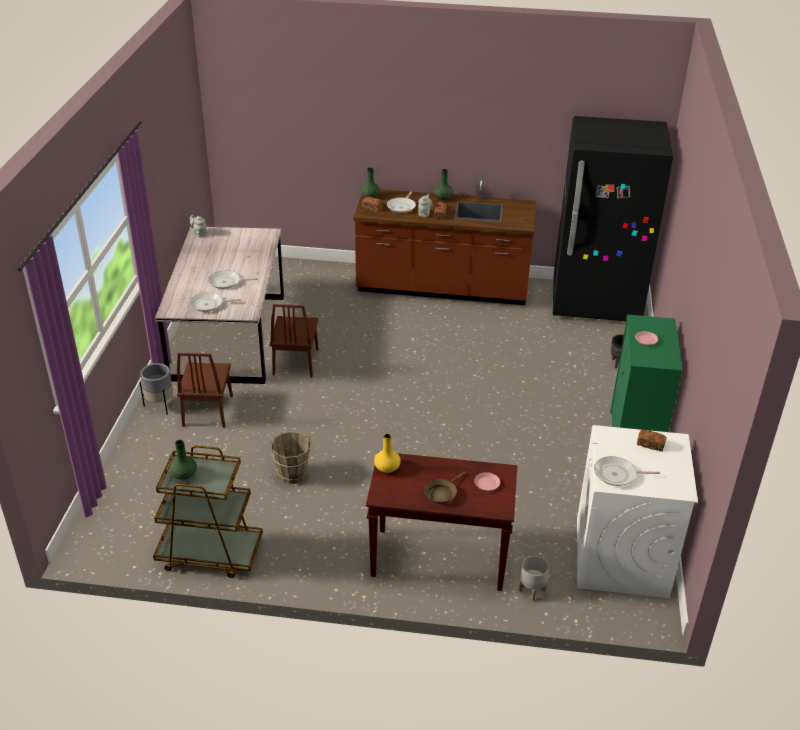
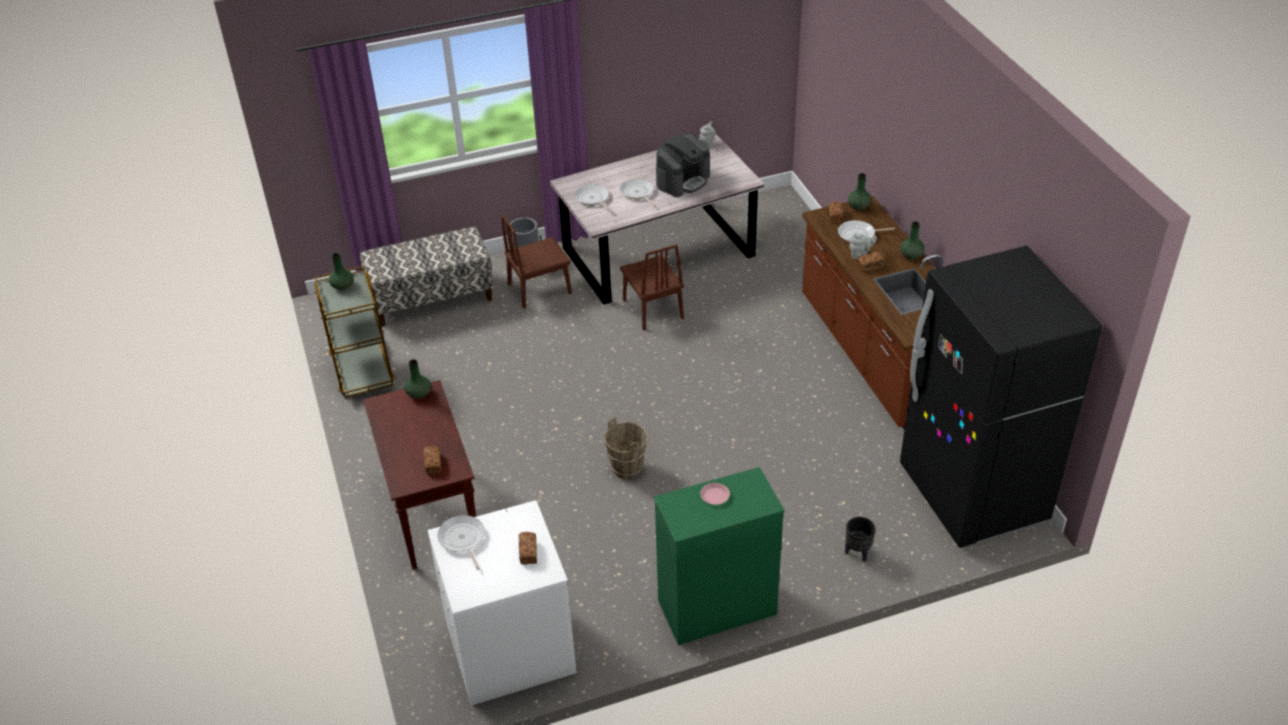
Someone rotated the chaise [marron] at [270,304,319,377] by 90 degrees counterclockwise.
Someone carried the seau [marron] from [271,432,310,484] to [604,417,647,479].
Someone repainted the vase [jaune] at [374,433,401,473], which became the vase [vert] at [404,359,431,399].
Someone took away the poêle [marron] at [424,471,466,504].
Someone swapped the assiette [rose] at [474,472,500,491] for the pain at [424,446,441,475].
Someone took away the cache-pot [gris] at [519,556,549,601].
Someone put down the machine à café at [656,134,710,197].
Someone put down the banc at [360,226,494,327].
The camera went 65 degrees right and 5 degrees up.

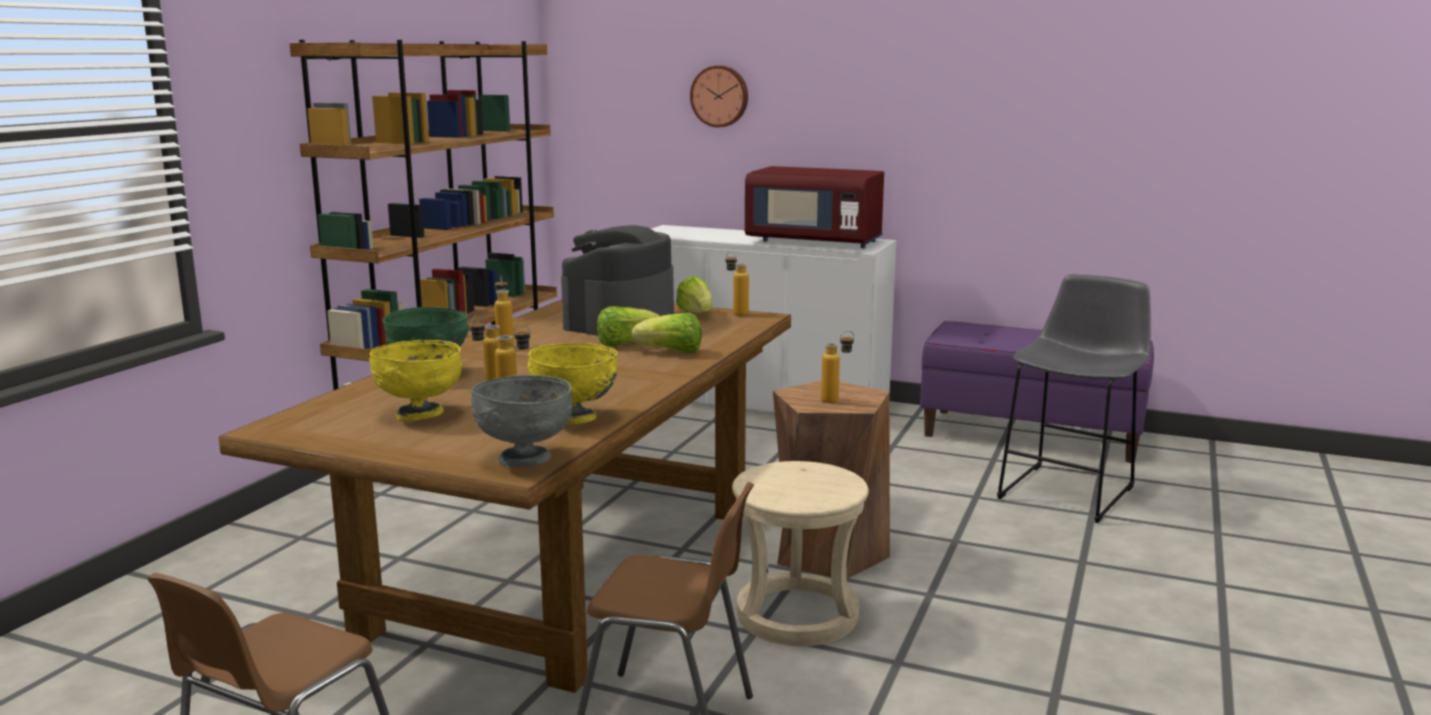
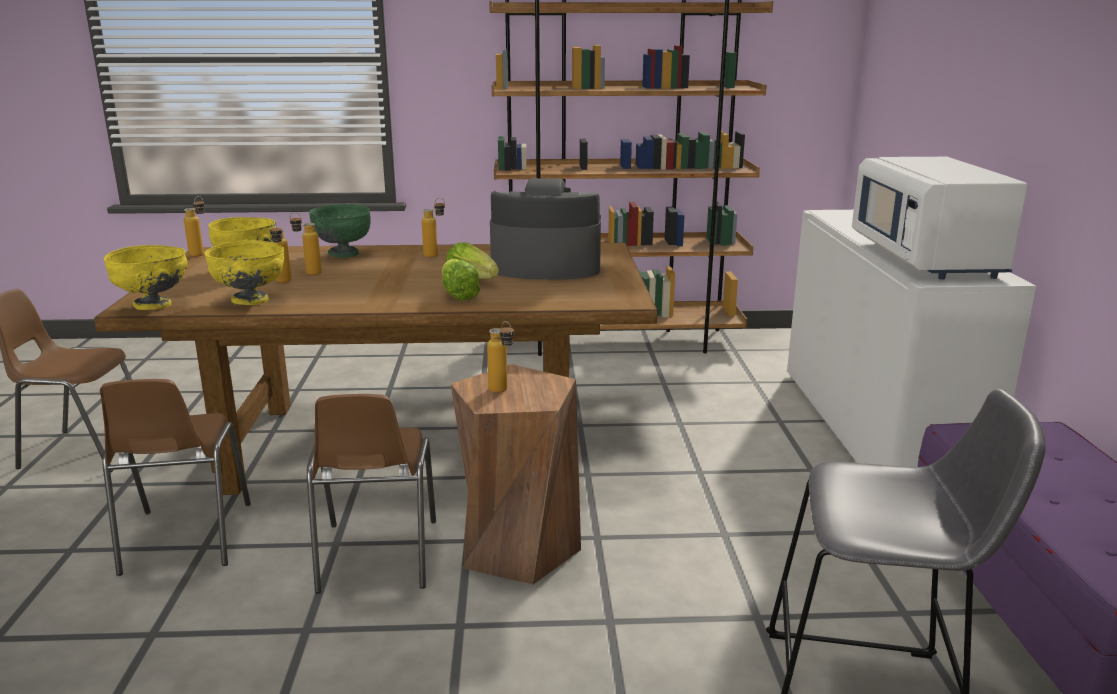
Someone took away the horloge murale at [690,65,748,127].
Someone repainted the micro-ondes [rouge] at [745,166,884,248], which became the micro-ondes [blanc] at [852,157,1028,280].
Someone carried the bouteille from [726,251,749,316] to [184,196,205,257].
Someone took away the laitue at [676,276,712,313].
Someone repainted the bol [gris] at [471,375,573,467], which became the bol [jaune] at [104,245,188,310].
Someone swapped the tabouret [beige] at [732,461,869,646] for the chaise [marron] at [307,394,436,594].
The camera went 65 degrees right and 5 degrees up.

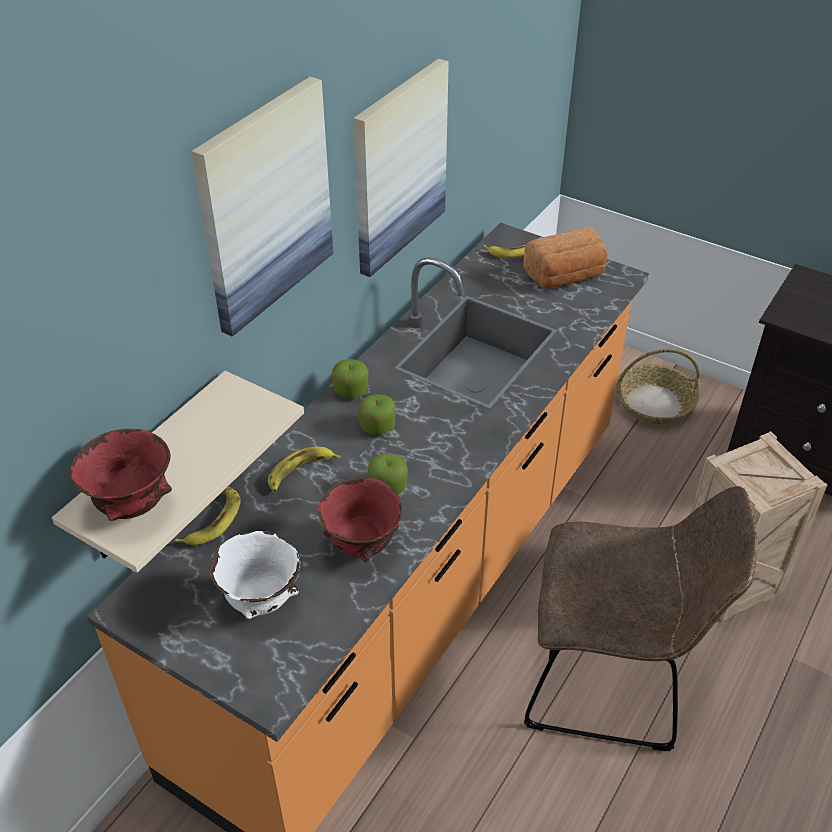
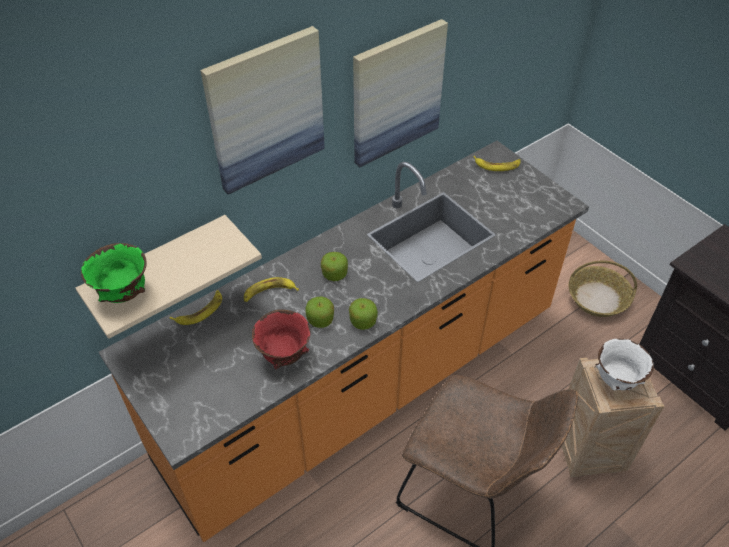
Someone took away the pain at [523,227,608,288].
Someone carried the pomme from [332,359,368,398] to [349,298,378,330].
Someone repainted the bol [rouge] at [70,429,172,521], which became the bol [vert] at [81,243,147,303].
Someone carried the bol [blanc] from [209,531,300,619] to [596,339,654,391].
The camera went 20 degrees right and 5 degrees up.

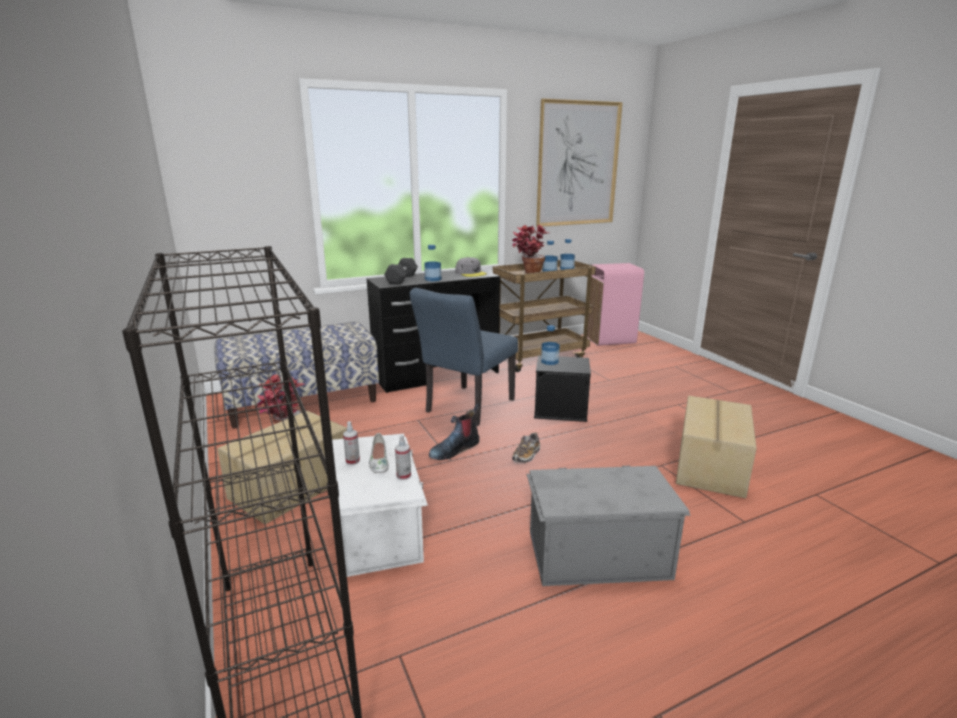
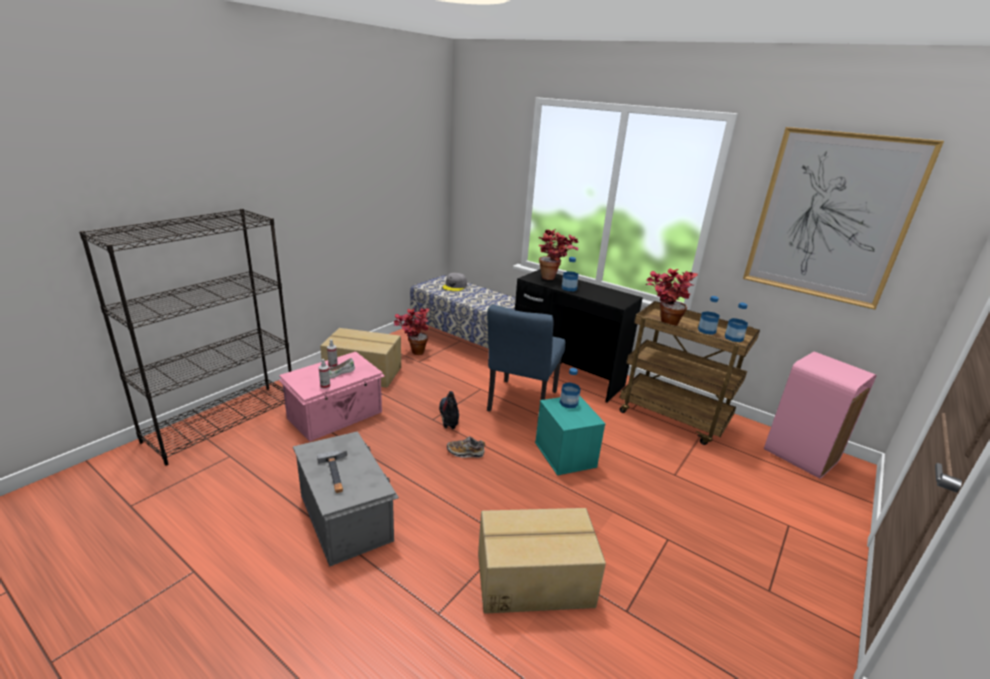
Someone carried the casquette [gris] from [455,257,487,277] to [442,273,467,291].
Someone swapped the haltère [noir] at [384,258,418,285] for the plante en pot at [539,229,579,280].
Someone rotated the chaise [bleu] at [410,288,518,426] by 75 degrees counterclockwise.
Someone repainted the boîte de rangement [noir] at [534,355,591,422], which became the boîte de rangement [turquoise] at [535,396,606,476].
Someone rotated the botte at [429,403,480,460] by 60 degrees clockwise.
Someone repainted the boîte de rangement [blanc] at [332,434,428,577], which became the boîte de rangement [rose] at [279,352,385,442].
Someone put down the marteau at [317,450,347,493].
The camera went 60 degrees right and 5 degrees up.

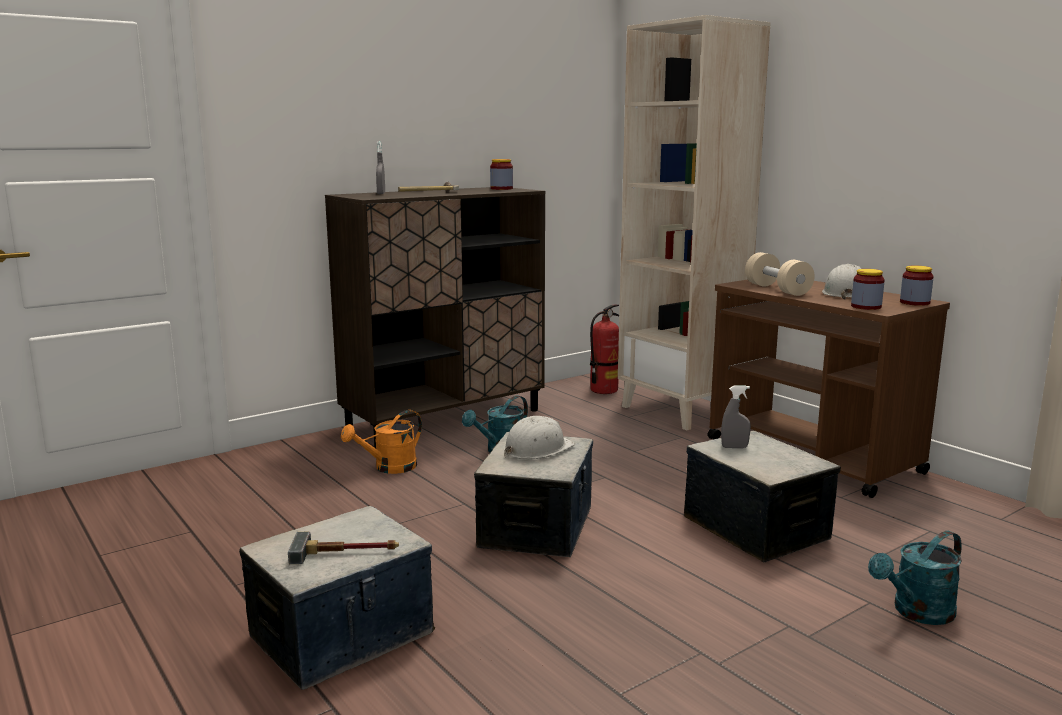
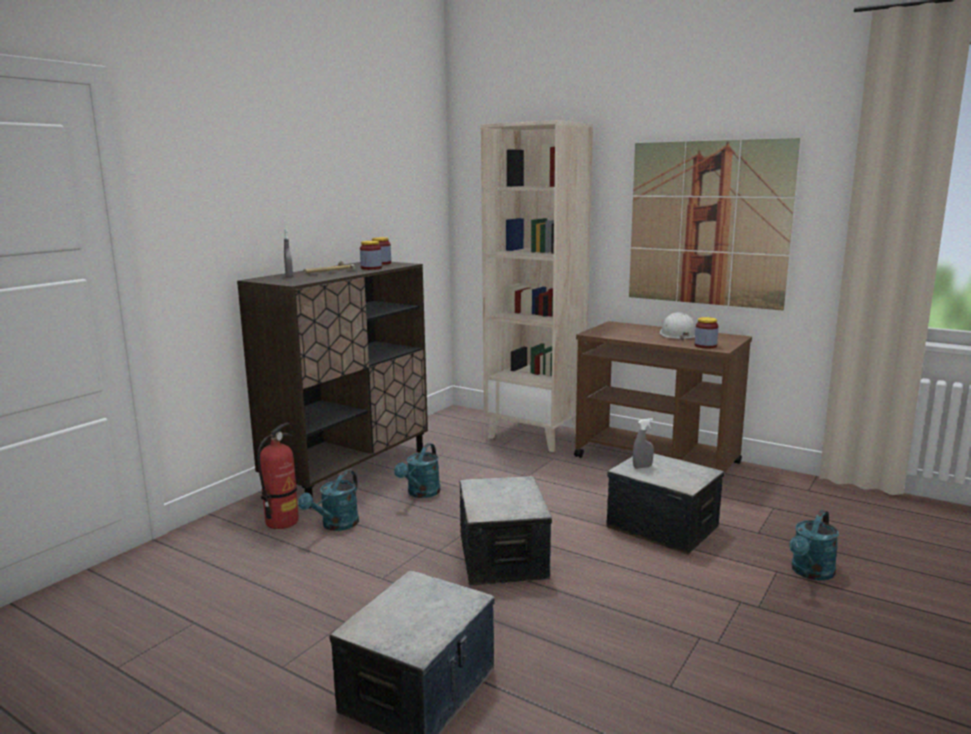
Someone took away the haltère [beige] at [745,252,815,296].
Someone carried the bocal from [900,266,934,306] to [360,241,382,270].
Someone carried the extincteur from [590,304,619,394] to [257,422,299,529].
Someone repainted the arrosoir [orange] at [341,410,422,474], which became the arrosoir [turquoise] at [298,470,359,531].
Someone took away the casque de chantier [blanc] at [504,416,575,459].
Someone took away the marteau at [288,531,399,564].
Someone put up the tableau at [629,138,800,310].
The camera went 20 degrees left and 0 degrees up.

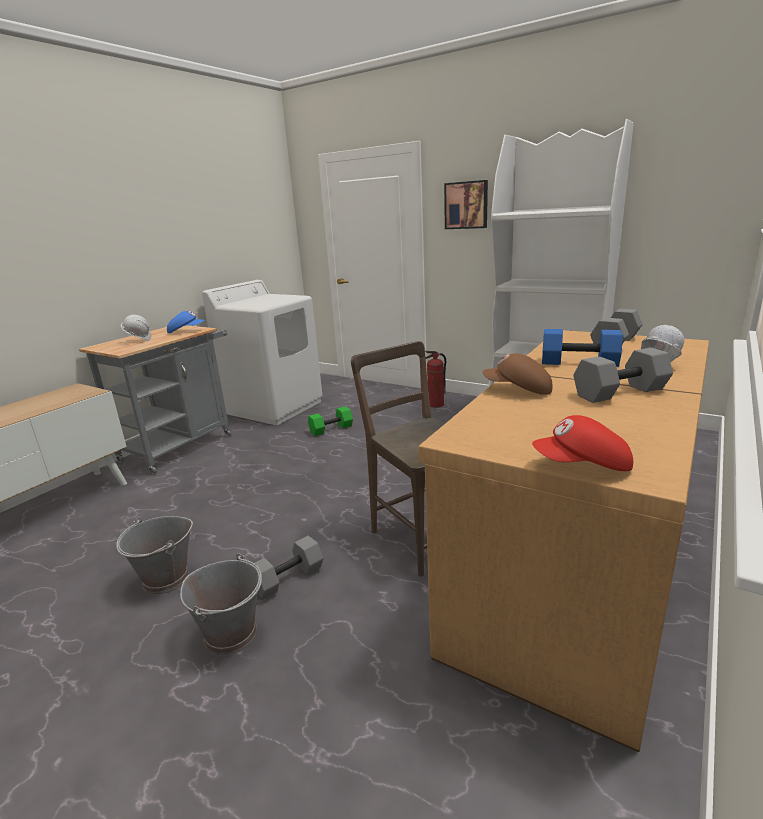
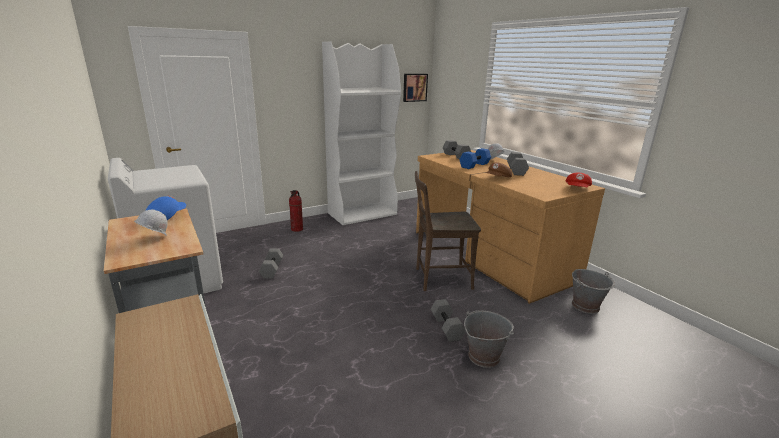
Someone carried the tableau from [444,180,488,229] to [403,74,428,102].
Someone repainted the haltère [vert] at [308,406,353,436], which became the haltère [gris] at [259,248,283,279].
Someone carried the seau [gris] from [116,516,193,595] to [572,269,615,314].
The camera went 65 degrees left and 0 degrees up.

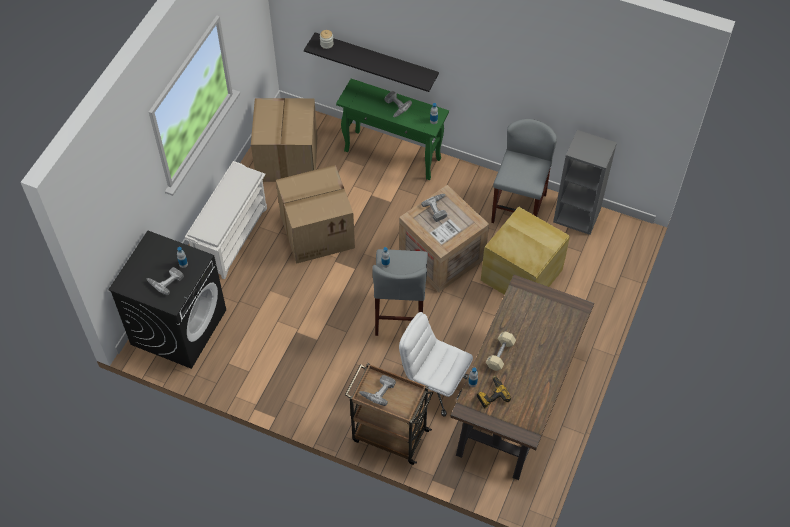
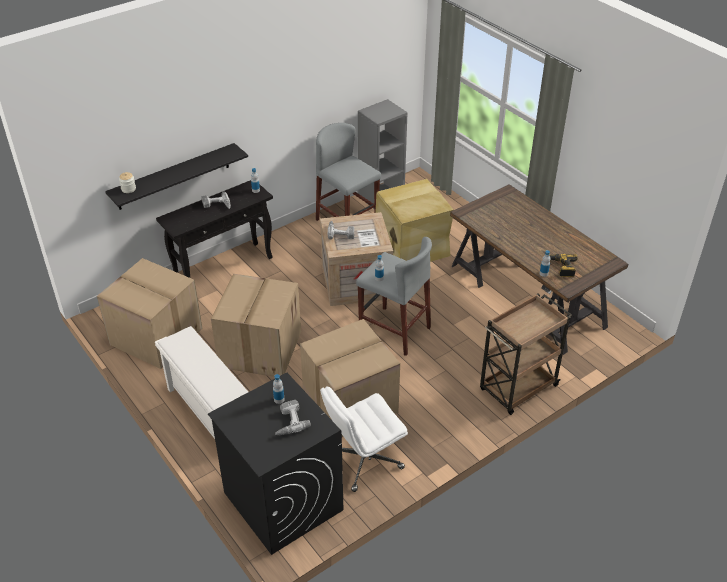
Someone repainted the table console [vert] at [336,79,449,180], which became the table console [noir] at [156,180,273,278].
Someone carried the chaise de bureau [blanc] from [399,312,473,416] to [320,386,408,492].
Someone took away the haltère [beige] at [486,332,516,371].
Someone took away the perceuse at [359,375,396,406].
Someone put down the carton at [300,319,400,437].
The camera went 60 degrees left and 15 degrees down.

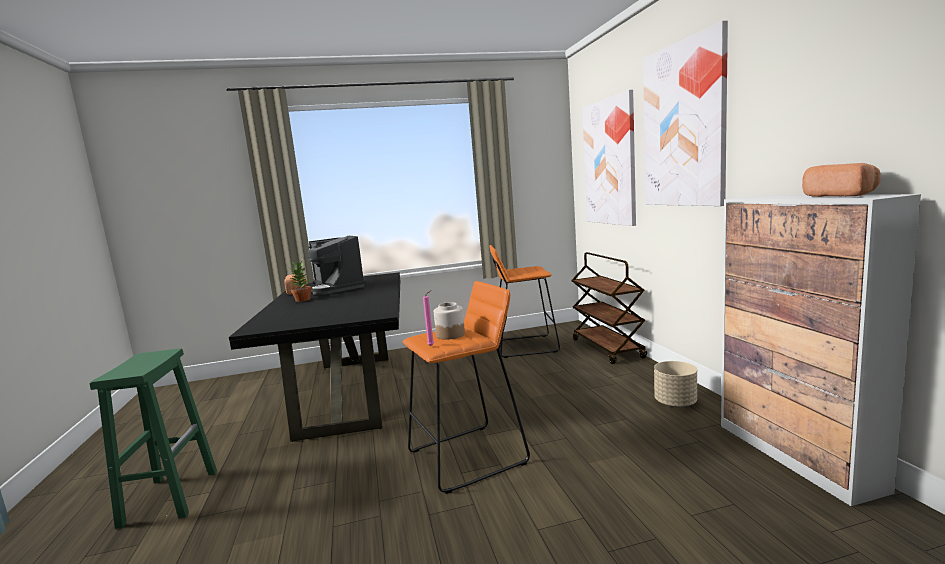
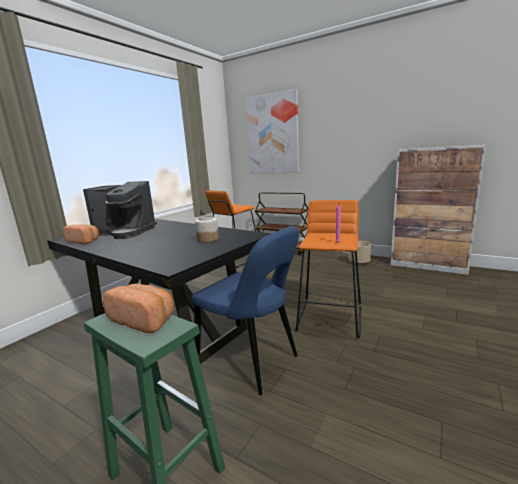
Someone took away the tableau at [643,21,728,206].
Someone carried the pain from [802,163,881,197] to [102,283,174,333].
Someone took away the plante en pot at [290,260,312,302].
Someone carried the bocal from [434,302,465,340] to [195,215,219,242].
Someone put down the chaise [bleu] at [191,226,299,395].
The camera went 45 degrees left and 5 degrees up.

